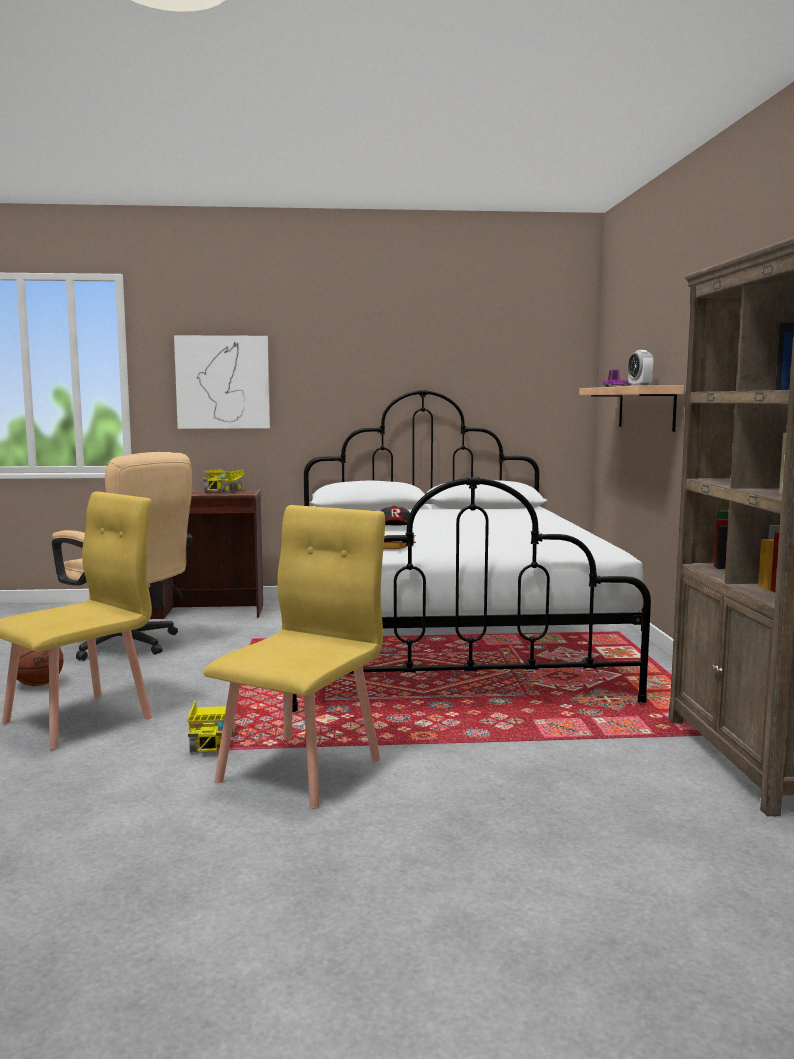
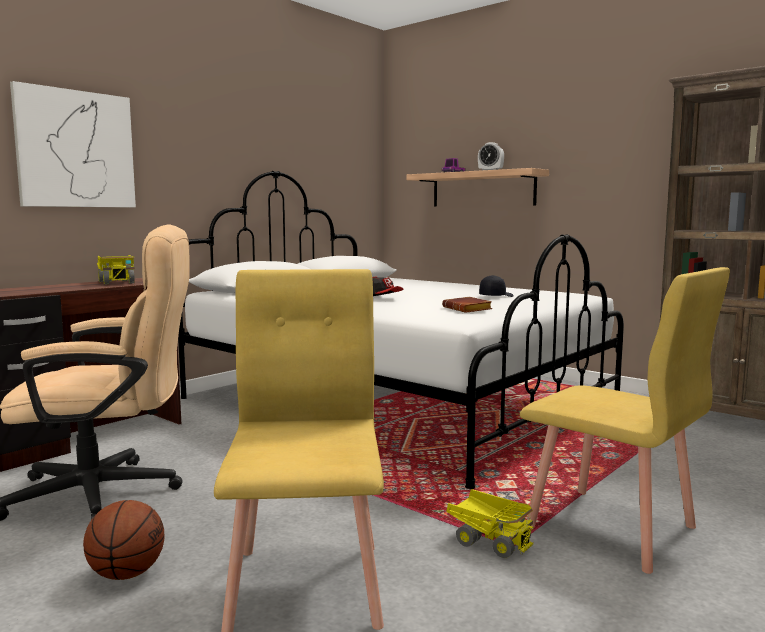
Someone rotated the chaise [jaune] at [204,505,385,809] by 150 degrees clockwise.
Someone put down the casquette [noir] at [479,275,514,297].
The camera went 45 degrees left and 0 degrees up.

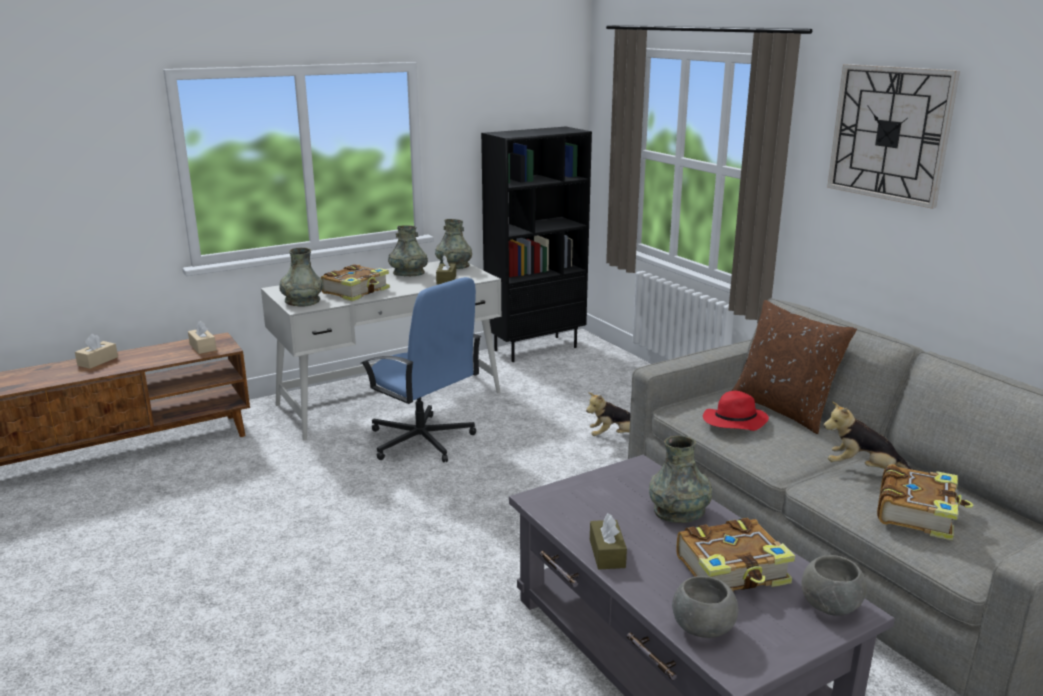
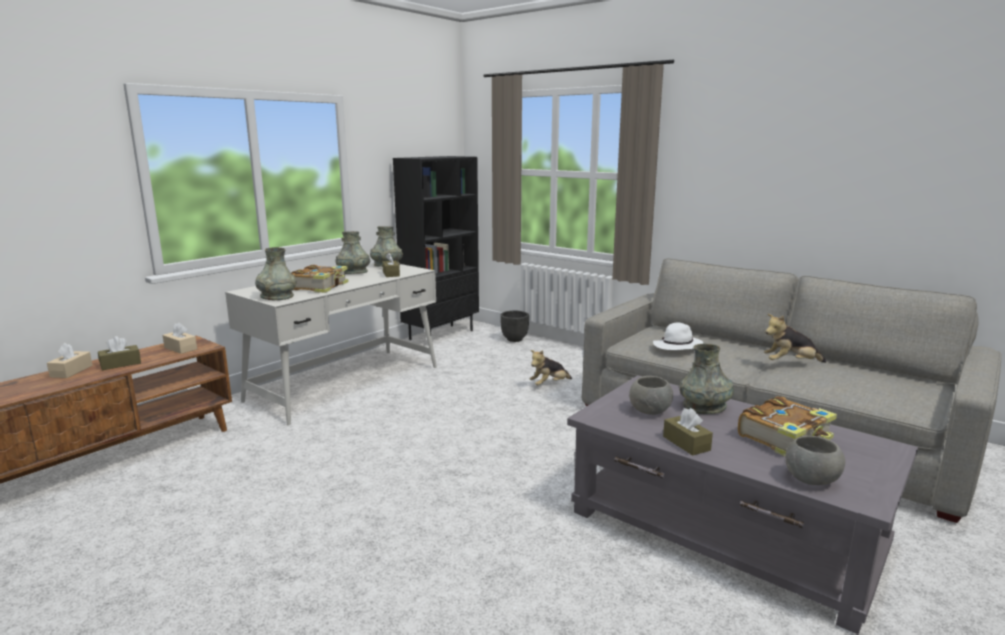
Someone took away the horloge murale at [827,64,960,209].
Someone took away the chaise de bureau [bleu] at [360,277,481,462].
Someone took away the coussin [marron] at [732,300,857,434].
Someone repainted the chapeau [rouge] at [703,391,769,431], which became the chapeau [blanc] at [653,322,703,350].
Someone took away the livre at [877,464,973,541].
Someone carried the bol [gris] from [802,555,867,616] to [629,376,673,415].
Someone put down the cache-pot [noir] at [500,311,529,342].
Someone put down the boîte à mouchoirs [marron] at [98,336,141,370].
The camera went 20 degrees left and 5 degrees down.

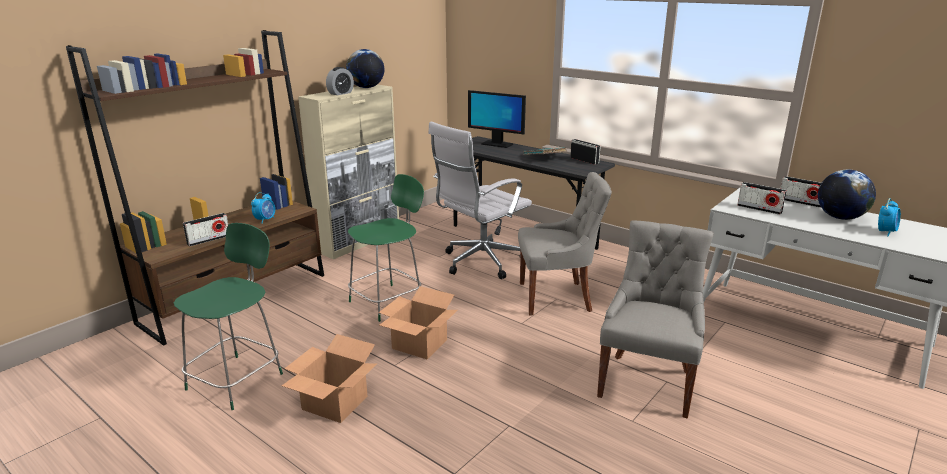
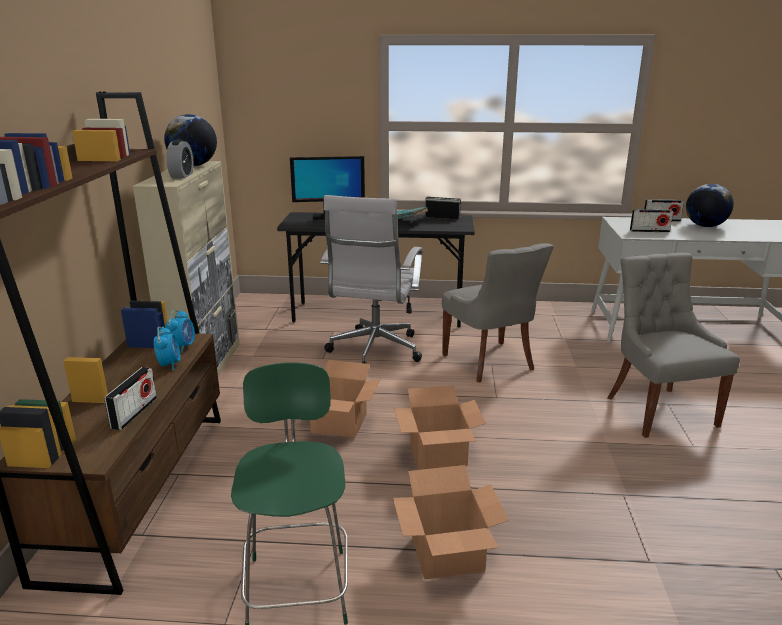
Someone rotated the chaise [gris] at [518,172,612,315] by 105 degrees clockwise.
Someone swapped the chaise [vert] at [348,174,424,322] for the carton at [310,360,380,438].
Someone carried the réveil from [878,198,901,237] to [165,310,195,353].
The camera went 35 degrees left and 0 degrees up.

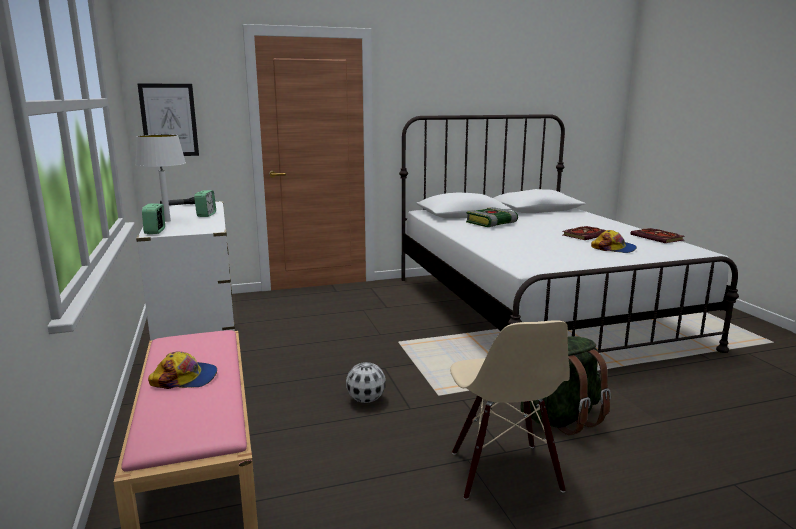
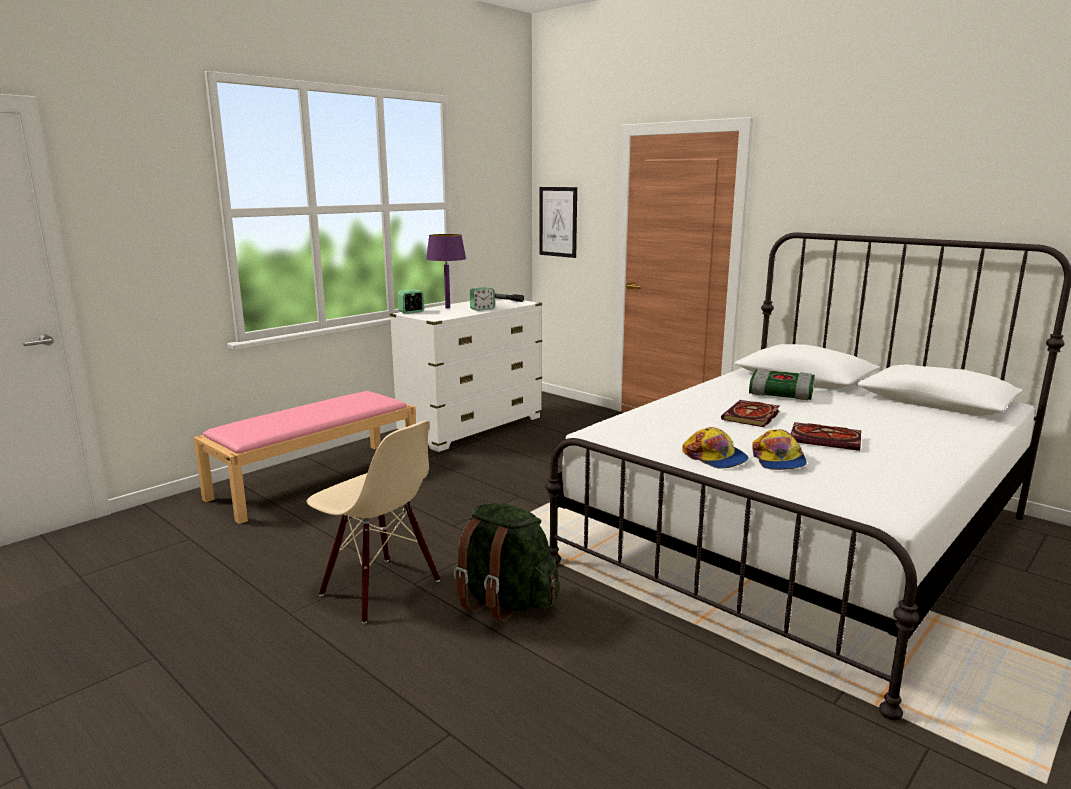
Someone repainted the lampe de table [blanc] at [135,134,186,222], which became the lampe de table [violet] at [426,234,466,309].
Someone carried the livre from [630,228,684,243] to [721,400,780,427].
Someone rotated the chaise [beige] at [450,320,570,500] by 105 degrees counterclockwise.
Someone carried the casquette from [148,351,217,389] to [682,427,749,469].
Someone took away the ballon de foot at [346,362,386,403].
The camera went 60 degrees right and 0 degrees up.

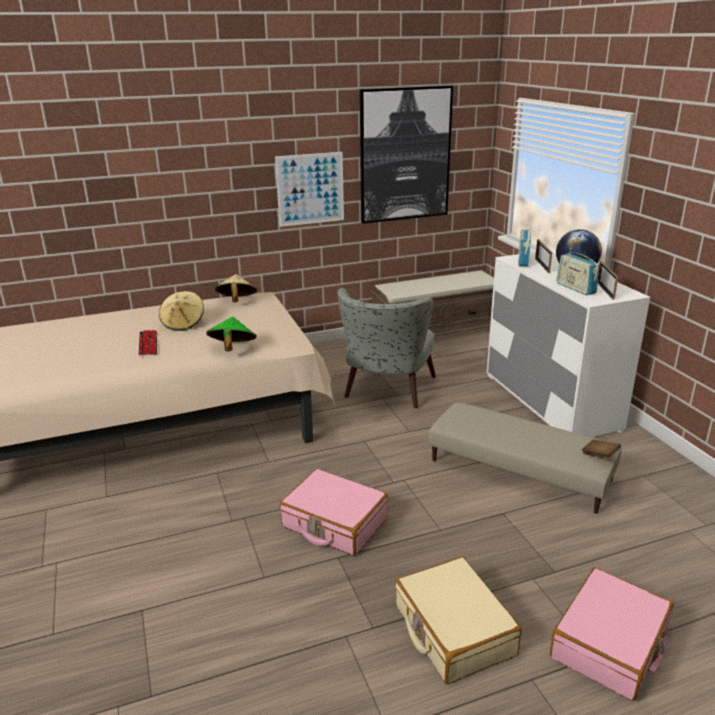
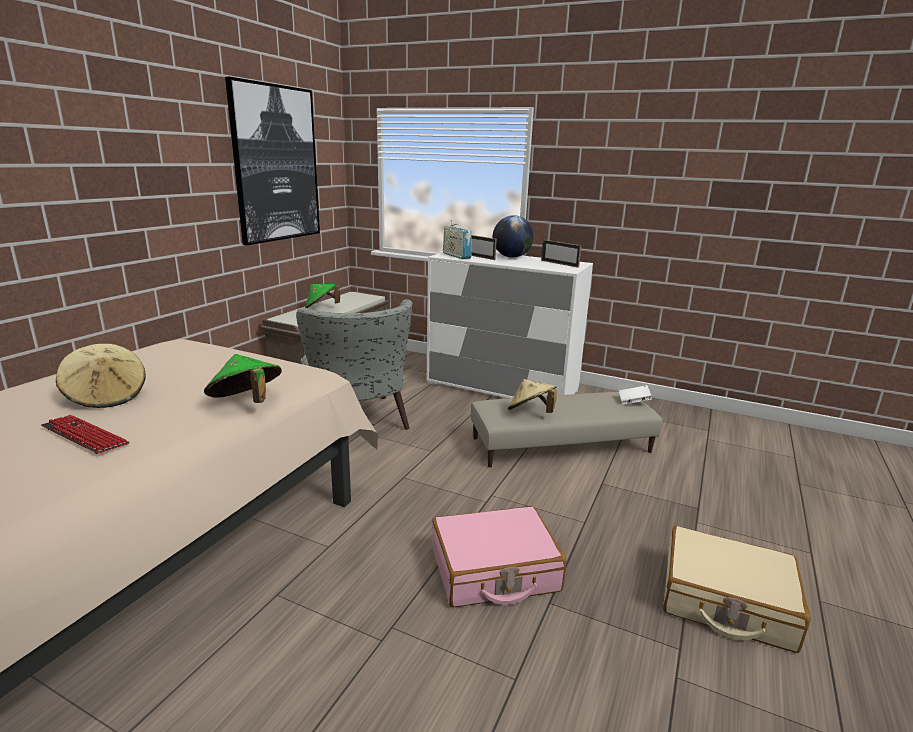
Someone took away the tableau at [275,152,344,227].
Someone took away the radio at [556,248,599,296].
Someone carried the chapeau [beige] from [215,274,257,302] to [508,379,557,413].
Someone repainted the livre [marron] at [582,440,621,459], which became the livre [blanc] at [619,385,652,405].
Someone took away the valise [rose] at [550,567,674,701].
Someone put down the chapeau [vert] at [305,284,340,308].
The camera went 45 degrees left and 5 degrees down.

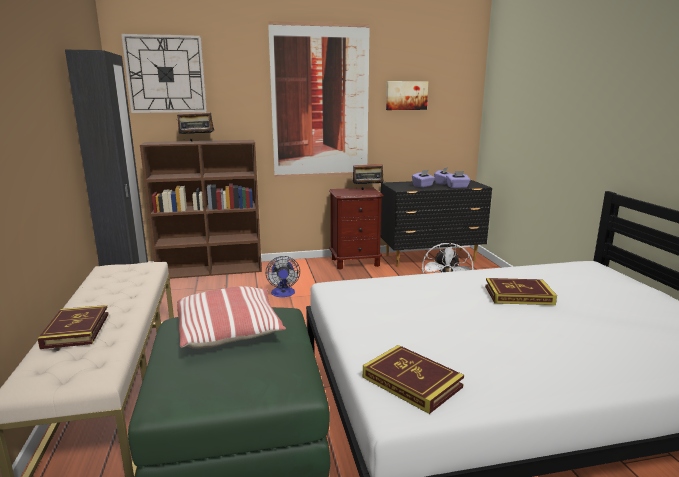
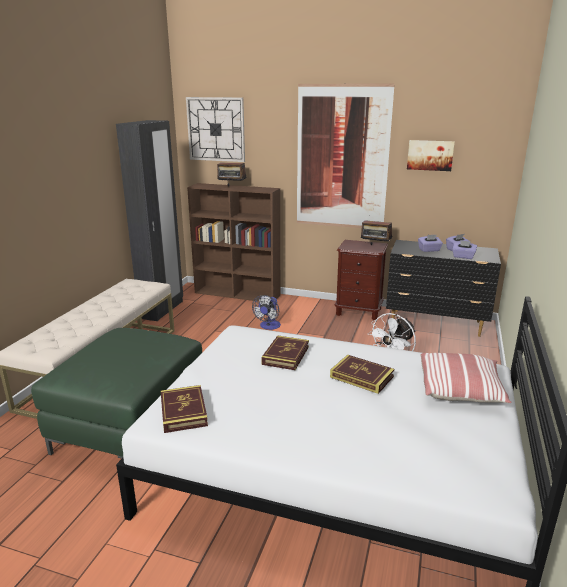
Someone carried the coussin from [177,286,286,349] to [421,353,512,403].
Someone carried the livre from [38,305,109,349] to [261,335,309,370].
The camera went 30 degrees right and 5 degrees up.

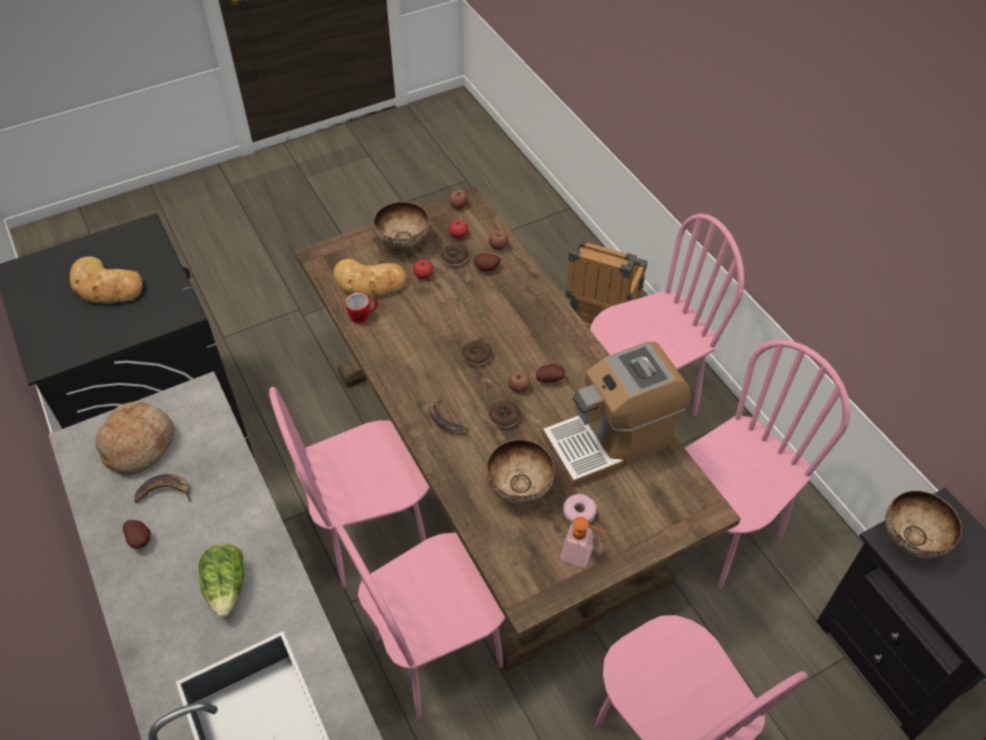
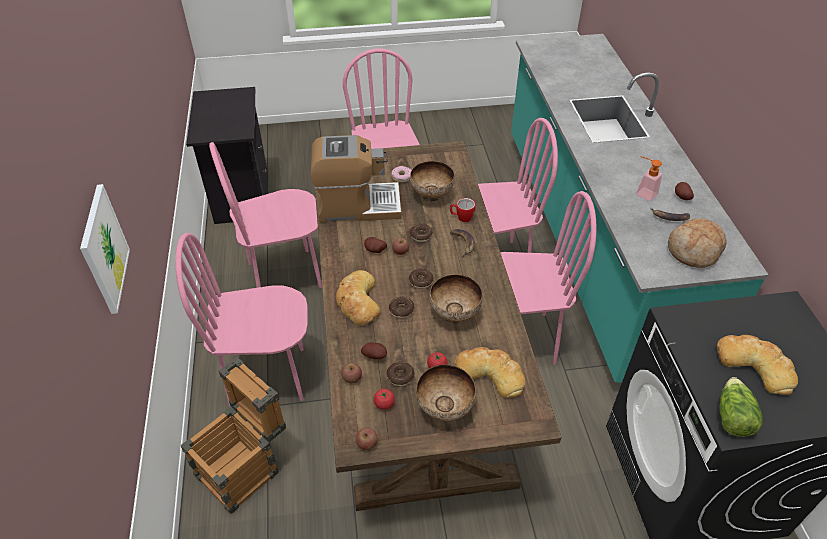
Someone carried the mug from [345,293,378,324] to [450,198,475,222].
Someone carried the bol from [885,491,962,559] to [429,274,483,323].
Someone carried the distributeur de savon from [561,517,607,567] to [636,156,662,202].
Someone carried the laitue from [198,544,244,617] to [719,377,763,437].
Someone put up the tableau at [80,184,130,314].
Someone put down the pain at [336,270,381,326].
Someone put down the beignet at [389,297,414,318].
The camera went 160 degrees left and 5 degrees down.

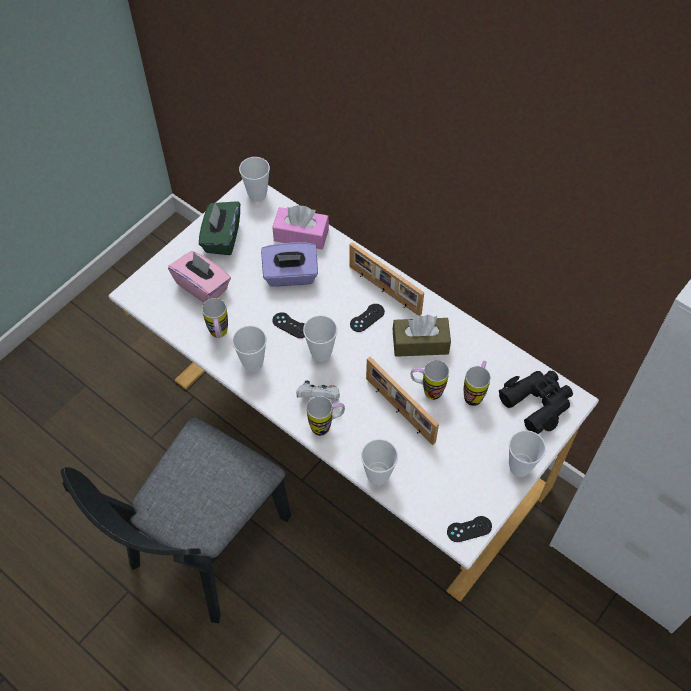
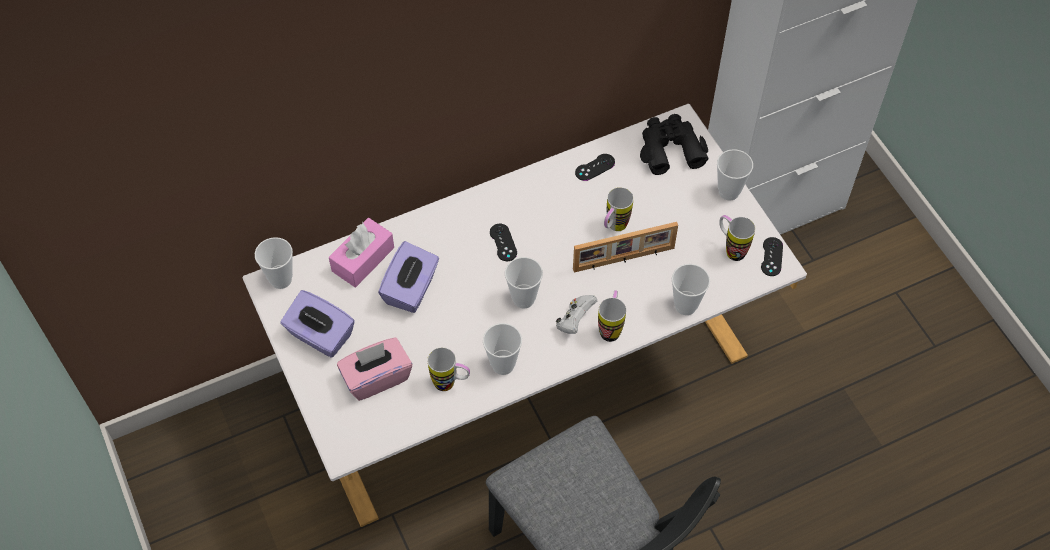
Someone repainted the boîte à mouchoirs [vert] at [199,201,240,255], which became the boîte à mouchoirs [violet] at [281,290,355,358].
Someone took away the cadre photo at [349,242,424,316].
Someone carried the manette [noir] from [273,312,305,338] to [575,154,615,181].
Someone took away the boîte à mouchoirs [marron] at [393,315,451,357].
Someone carried the mug from [464,361,491,406] to [719,215,755,261].
The camera went 65 degrees left and 0 degrees up.

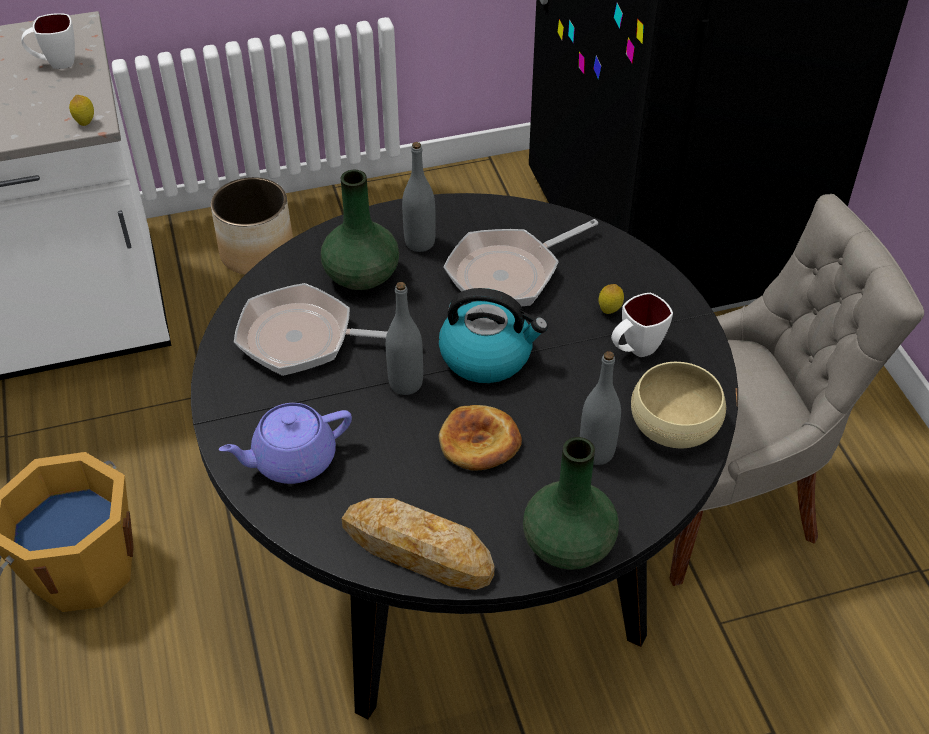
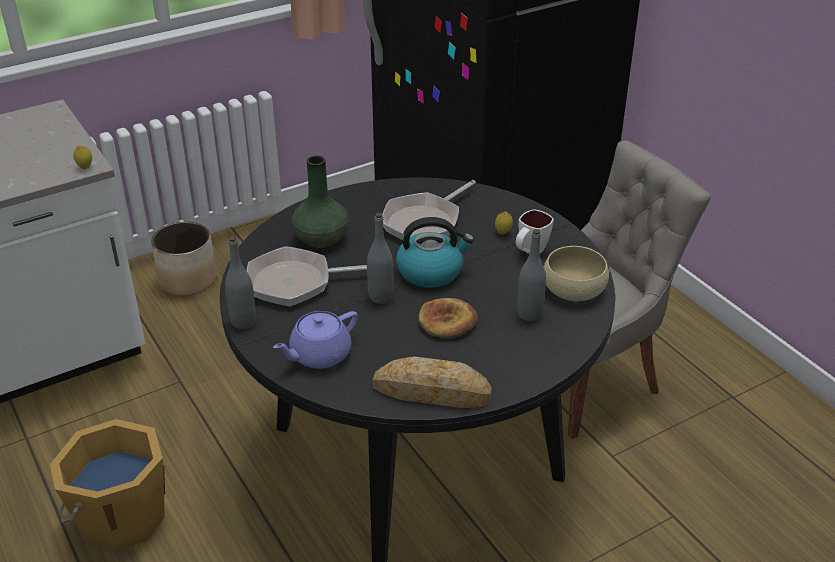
Someone took away the mug [blanc] at [21,13,75,69].
Someone carried the bouteille [gris] from [402,142,436,252] to [225,236,256,329].
Someone took away the vase [vert] at [523,437,619,570].
The camera went 15 degrees left and 10 degrees down.

